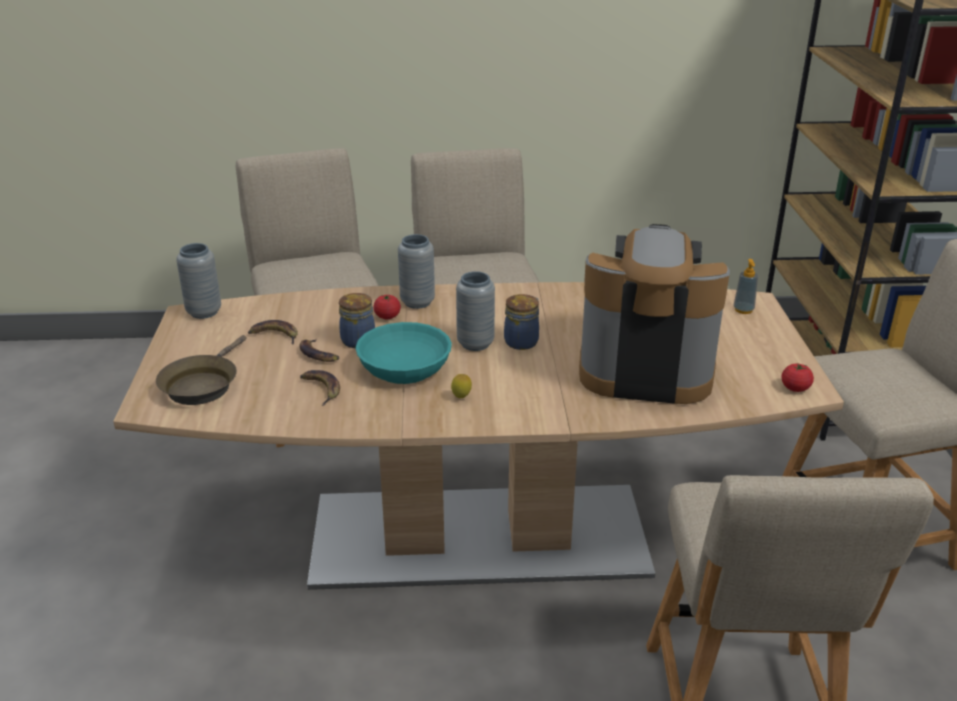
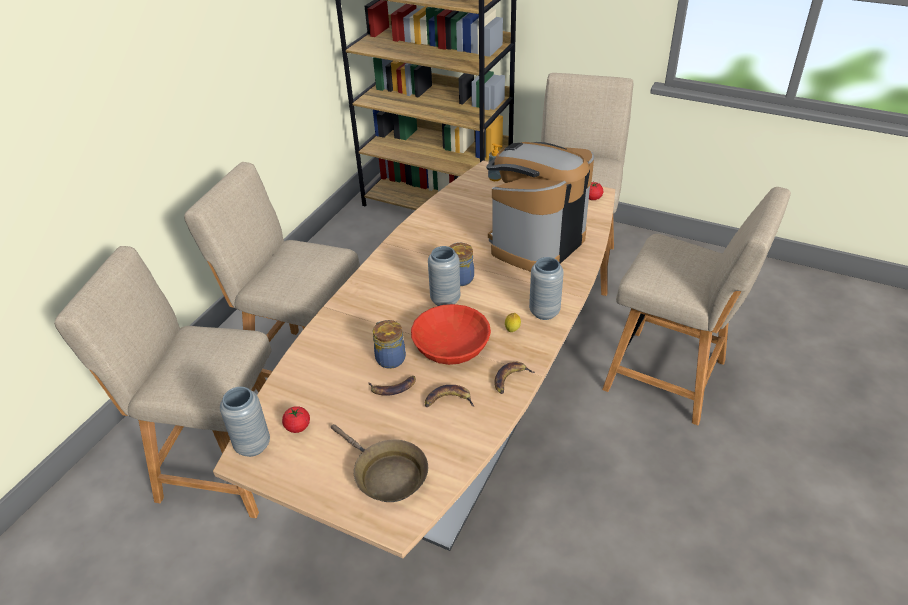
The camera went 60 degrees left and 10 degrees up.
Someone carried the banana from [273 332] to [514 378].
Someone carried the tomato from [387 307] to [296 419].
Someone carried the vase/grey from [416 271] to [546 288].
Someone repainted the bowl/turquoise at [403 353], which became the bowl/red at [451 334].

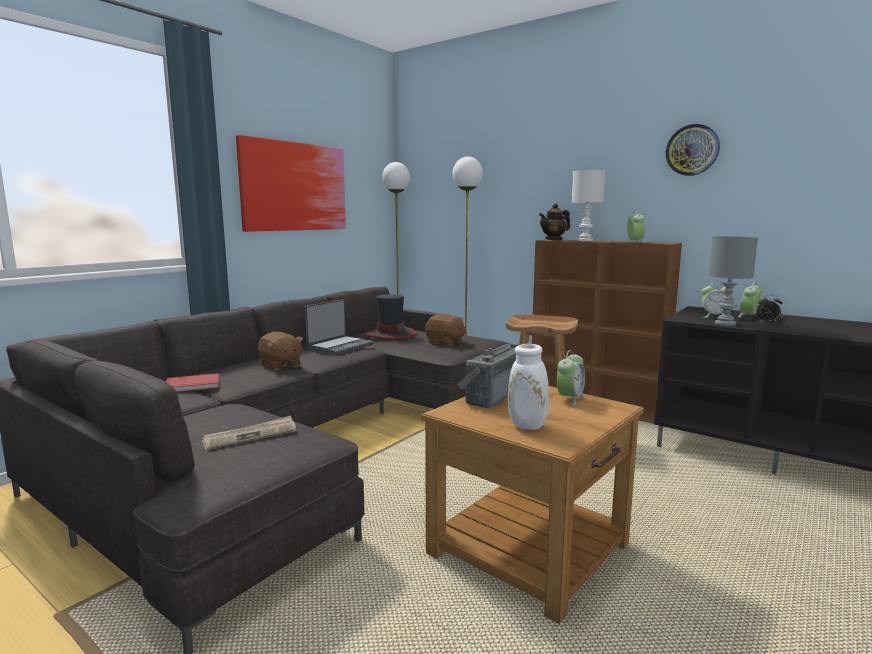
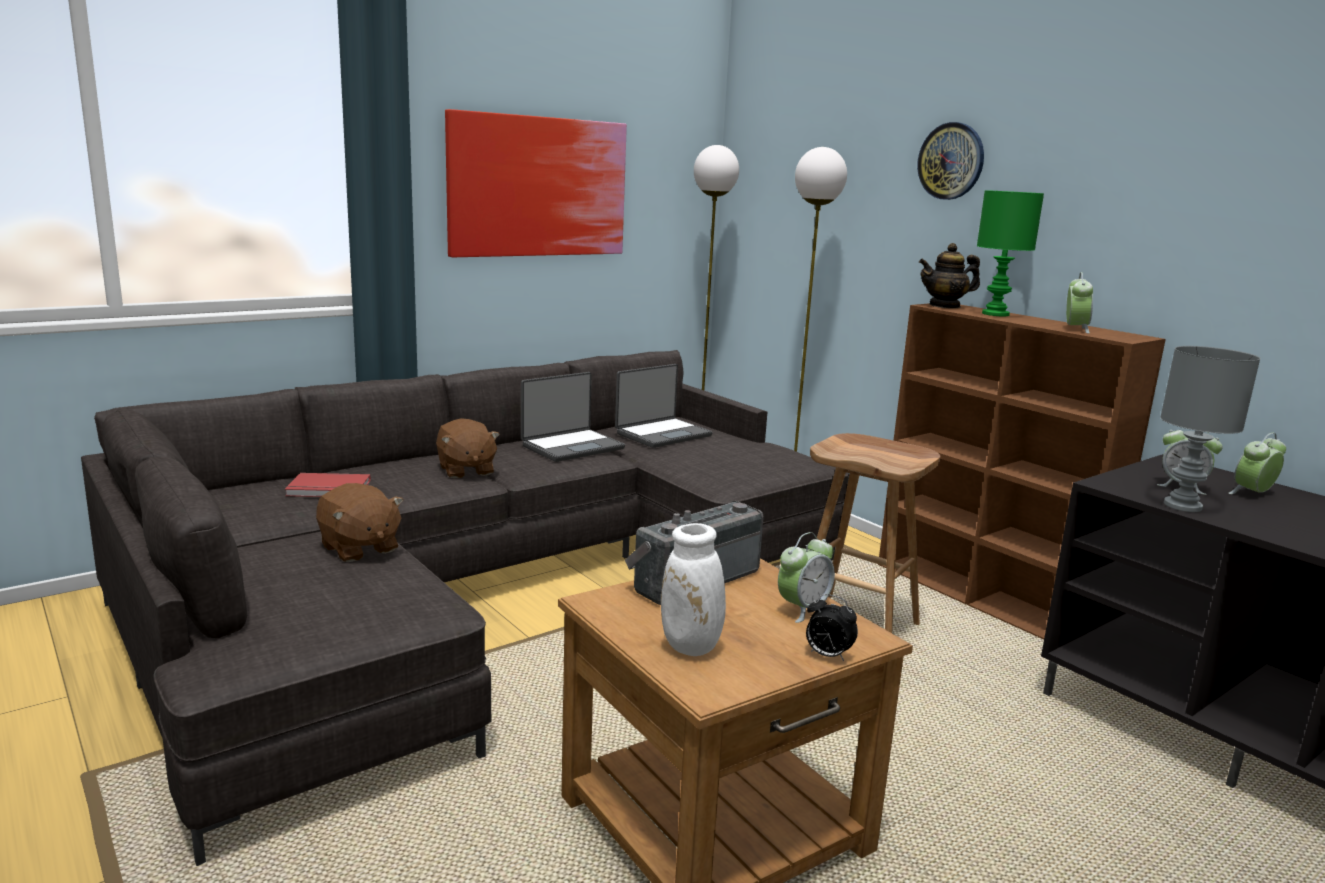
The camera went 15 degrees right and 5 degrees up.
Someone took away the newspaper at [249 432].
Someone carried the plush toy/brown from [445 330] to [359 522].
Someone carried the wall clock from [693 150] to [950 161].
Someone carried the alarm clock from [769 309] to [832 627].
Someone swapped the hat at [391 317] for the laptop at [664 406].
Someone repainted the table lamp/white at [588 205], which became the table lamp/green at [1010 253].

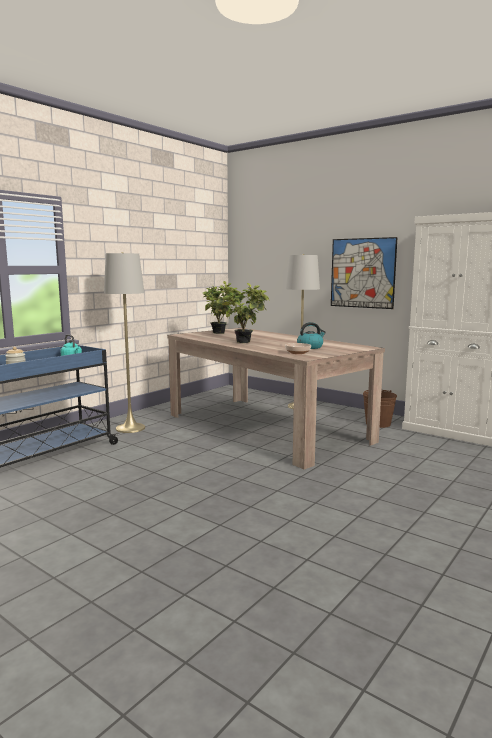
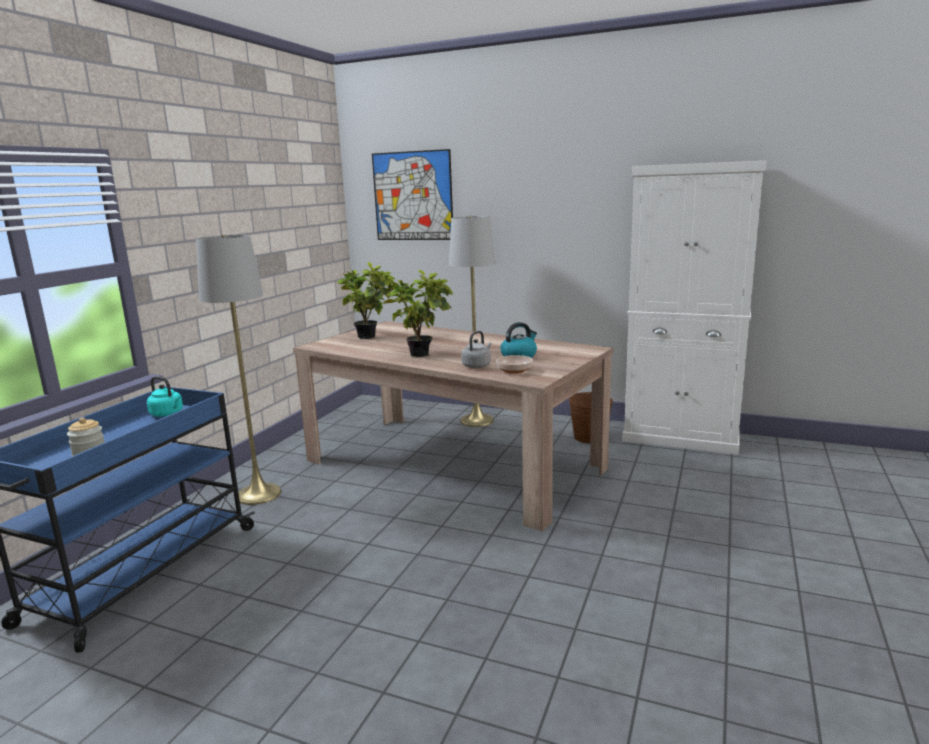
The camera went 15 degrees left and 5 degrees up.
Someone put down the kettle/grey at [476 349].
Someone carried the picture from [364 273] to [412 194].

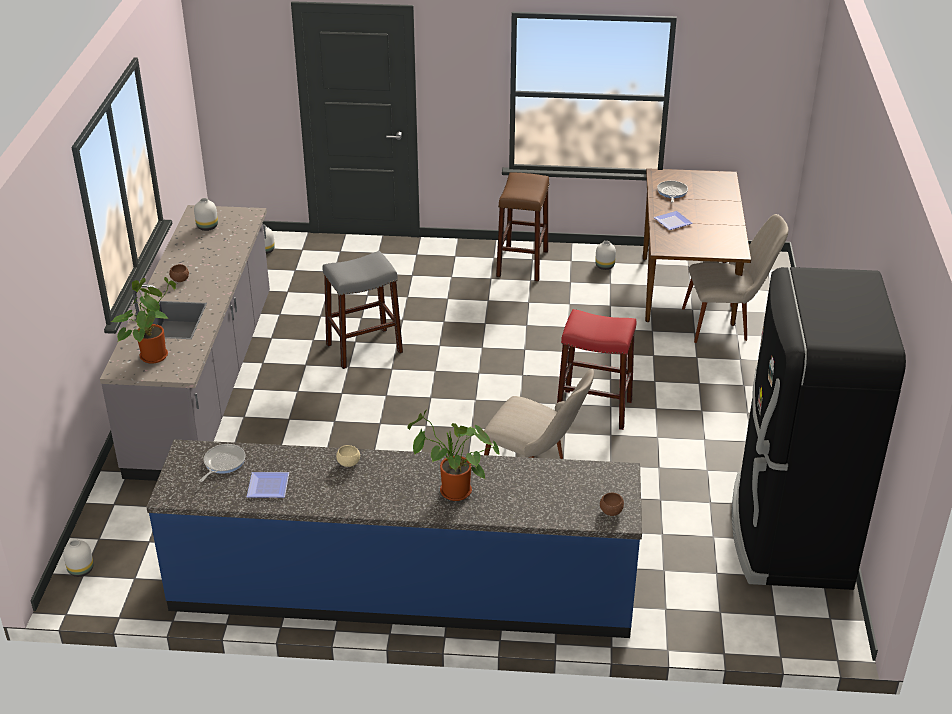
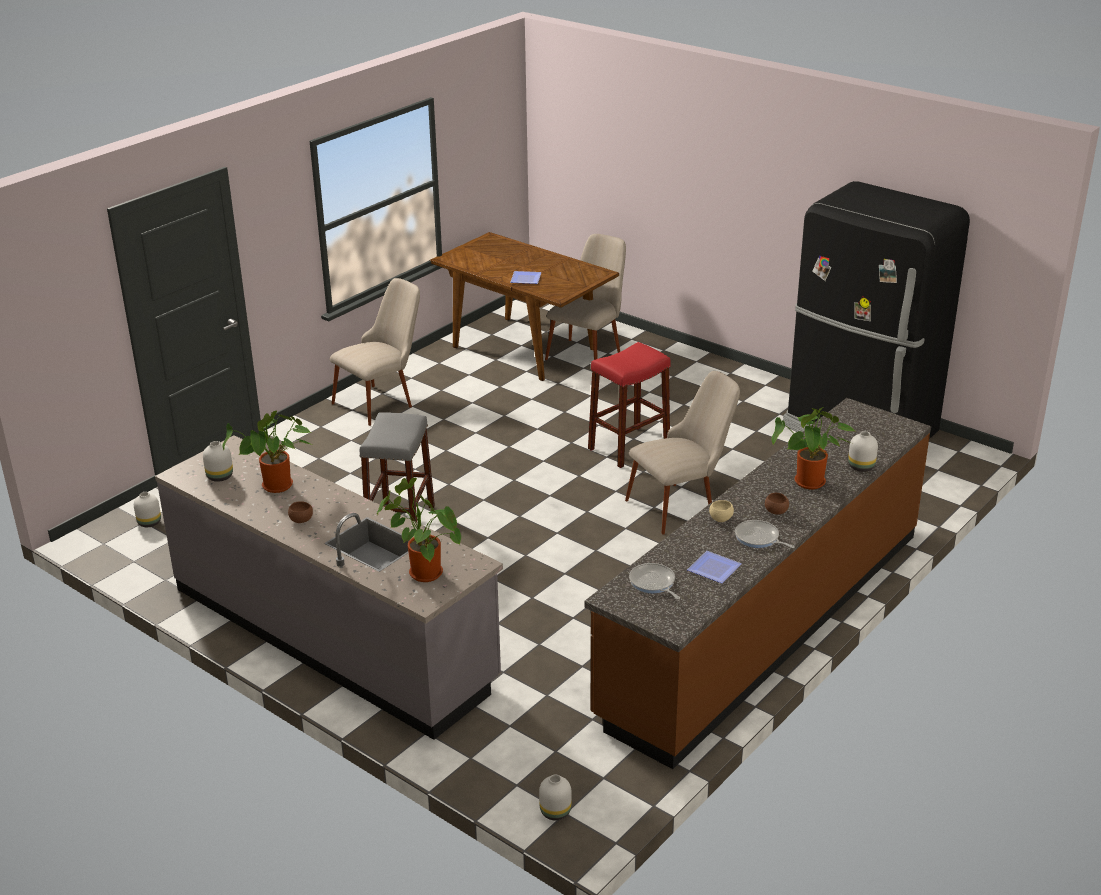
The camera went 55 degrees left and 5 degrees down.
Someone put down the potted plant at [267 452].
Someone carried the vase/white from [605 255] to [863 451].
Someone carried the bowl/brown from [612 504] to [777 504].
Someone carried the frying pan from [672 192] to [765 534].
Someone swapped the stool/brown at [522 226] for the chair/beige at [375 352].
Someone repainted the counter/blue at [394 538], which became the counter/brown at [757 583].

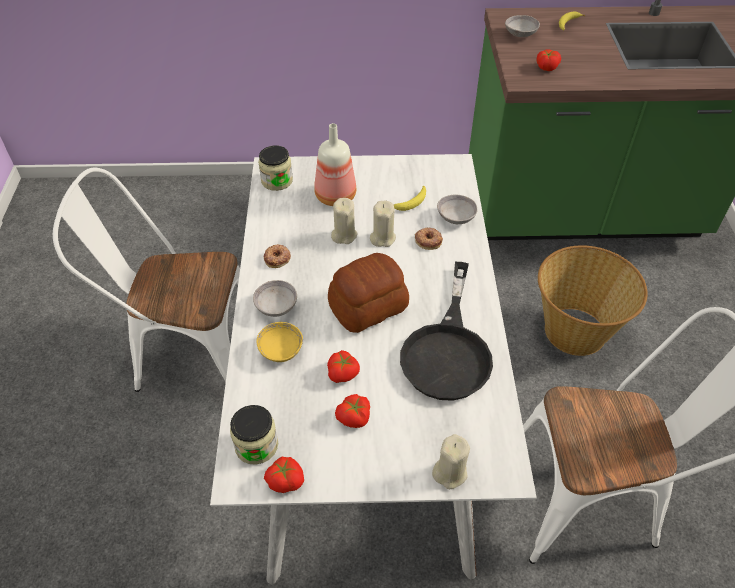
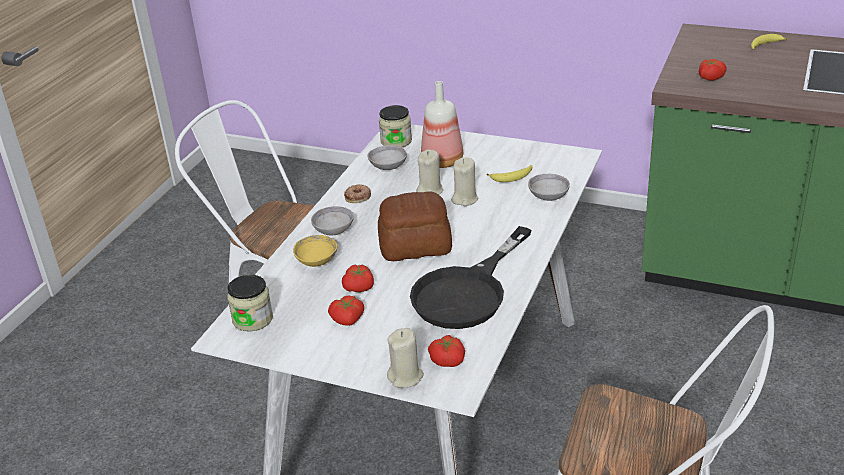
The camera went 25 degrees right and 15 degrees down.
Someone took away the donut at [429 239].
Someone took away the basket at [593 300].
Someone carried the tomato from [284 475] to [446 351].
Someone carried the bowl/grey from [522 26] to [387 157].

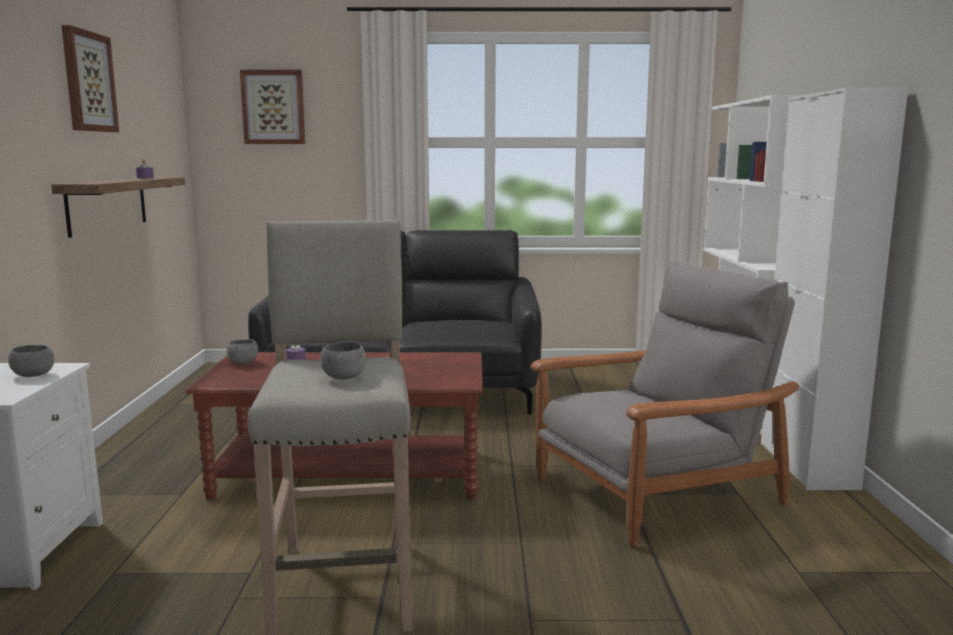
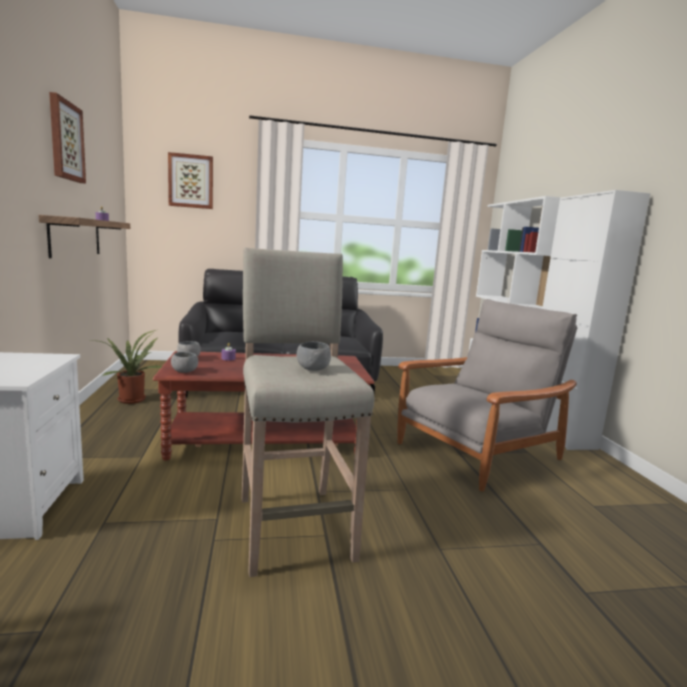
The camera went 10 degrees left and 0 degrees up.
Someone put down the potted plant at [126 367].
Someone carried the bowl/grey from [31 361] to [184 362].

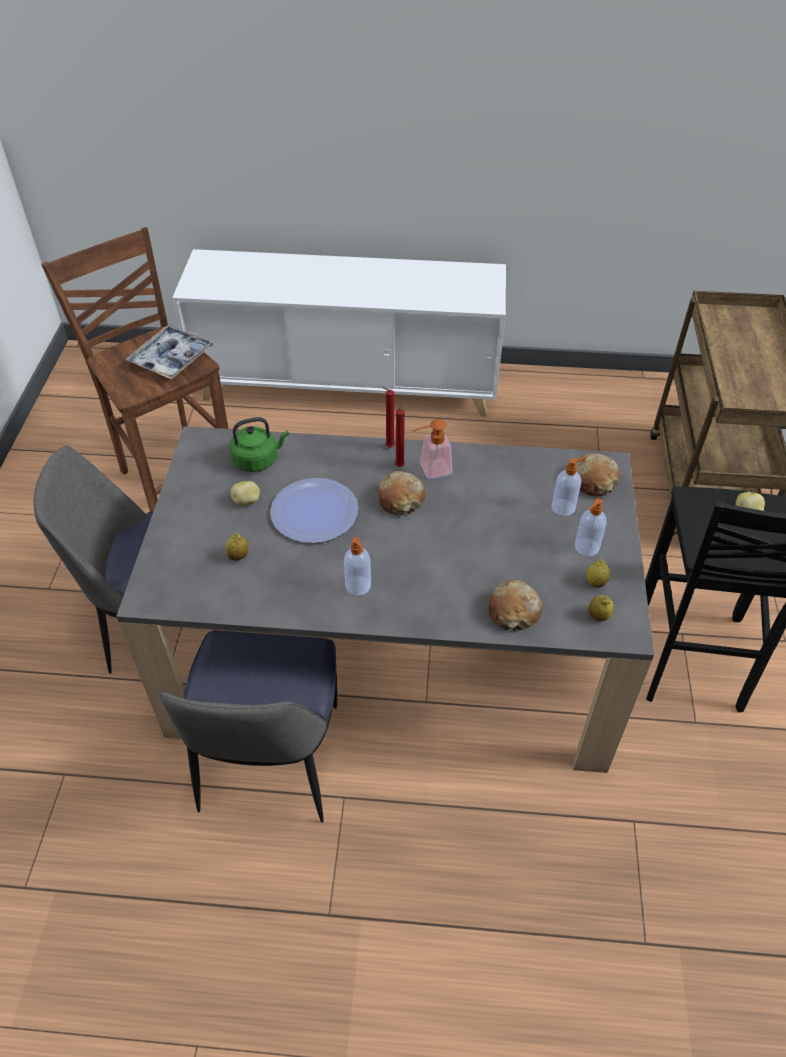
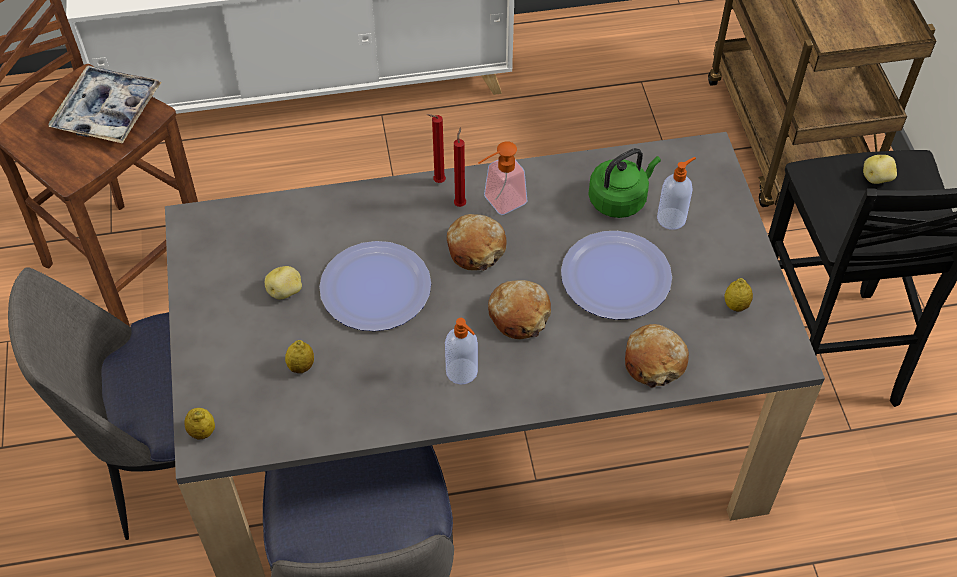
The camera went 15 degrees left and 5 degrees up.
Someone took away the soap dispenser at [590 527].
Someone put down the plate at [616 275].
Someone carried the kettle/green from [259 444] to [624 183].
Someone carried the bread from [598 474] to [519 310].
Someone carried the lemon from [600 608] to [199 423].

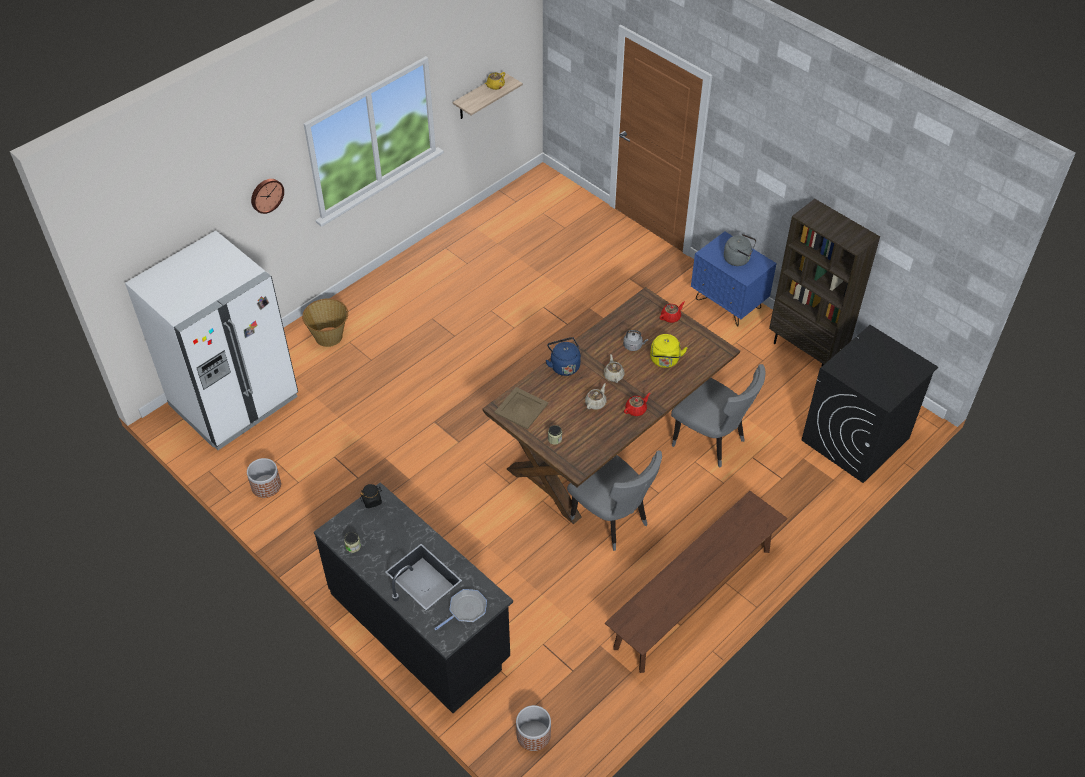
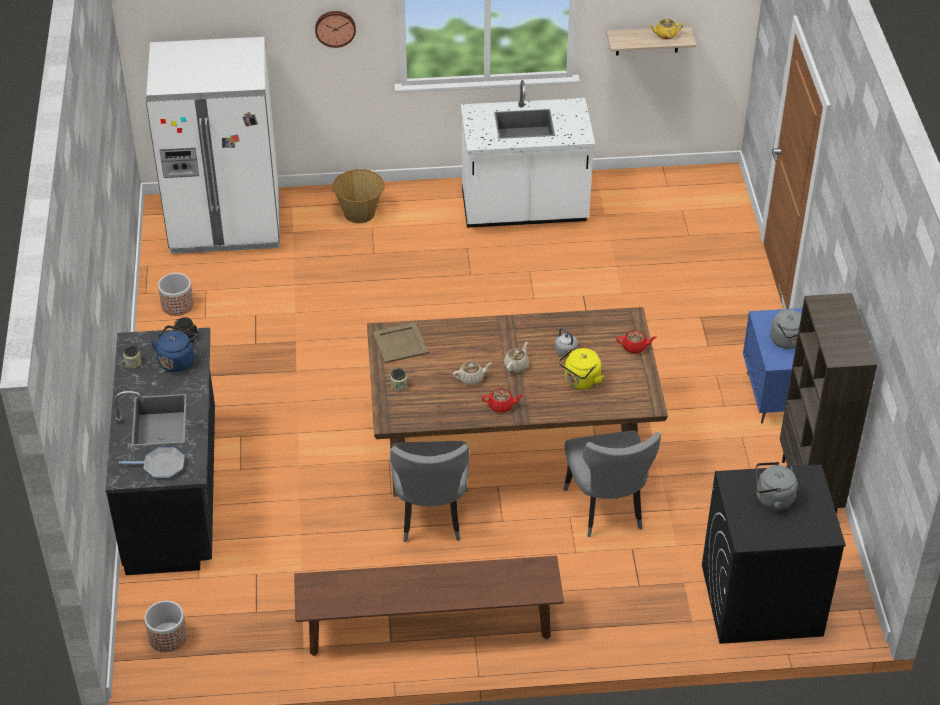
The camera went 40 degrees right and 5 degrees down.
Someone put down the counter/white at [528 154].
Someone put down the kettle/grey at [777 486].
Someone carried the kettle/blue from [563 356] to [173 349].

